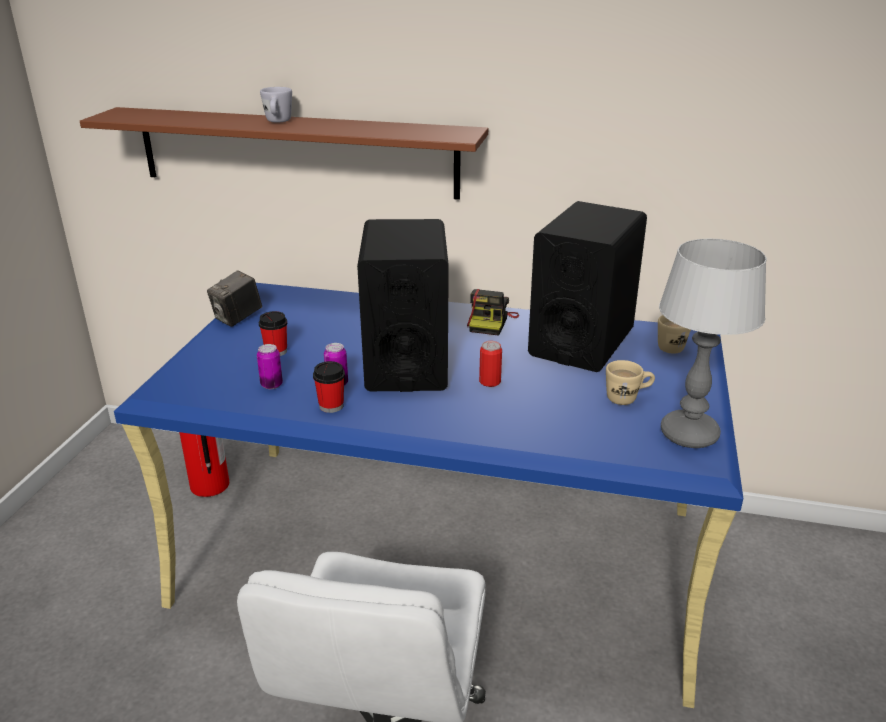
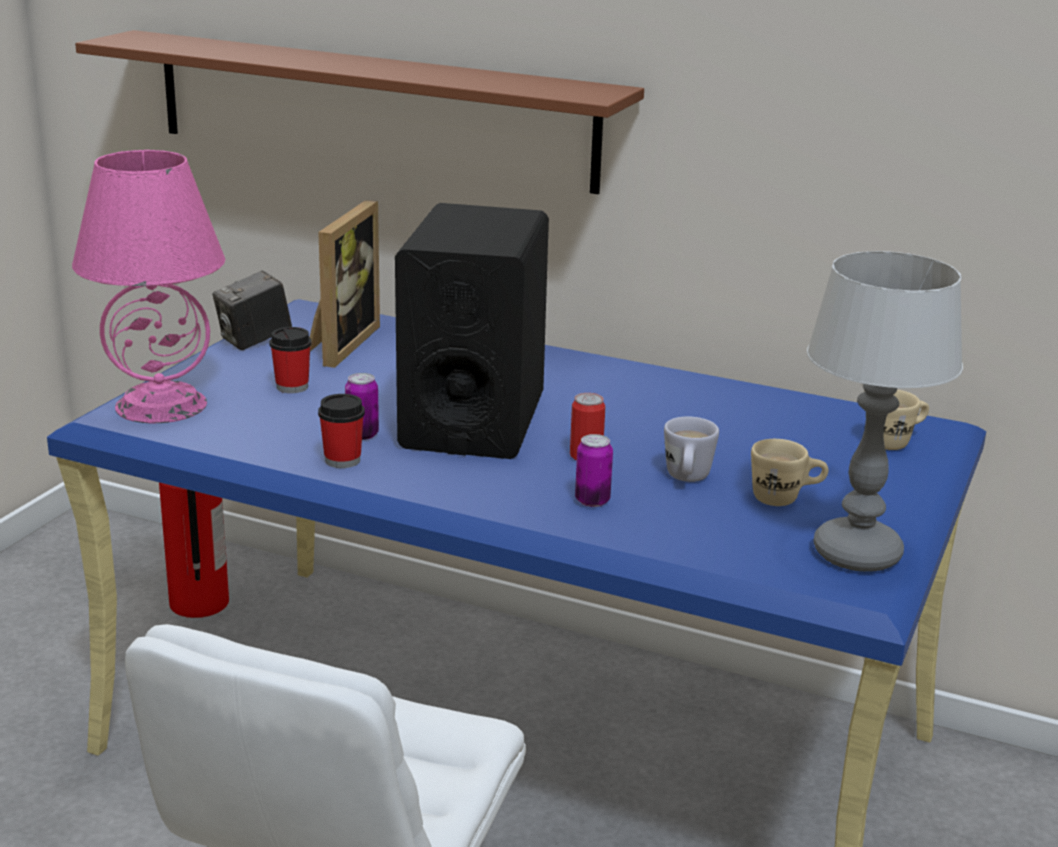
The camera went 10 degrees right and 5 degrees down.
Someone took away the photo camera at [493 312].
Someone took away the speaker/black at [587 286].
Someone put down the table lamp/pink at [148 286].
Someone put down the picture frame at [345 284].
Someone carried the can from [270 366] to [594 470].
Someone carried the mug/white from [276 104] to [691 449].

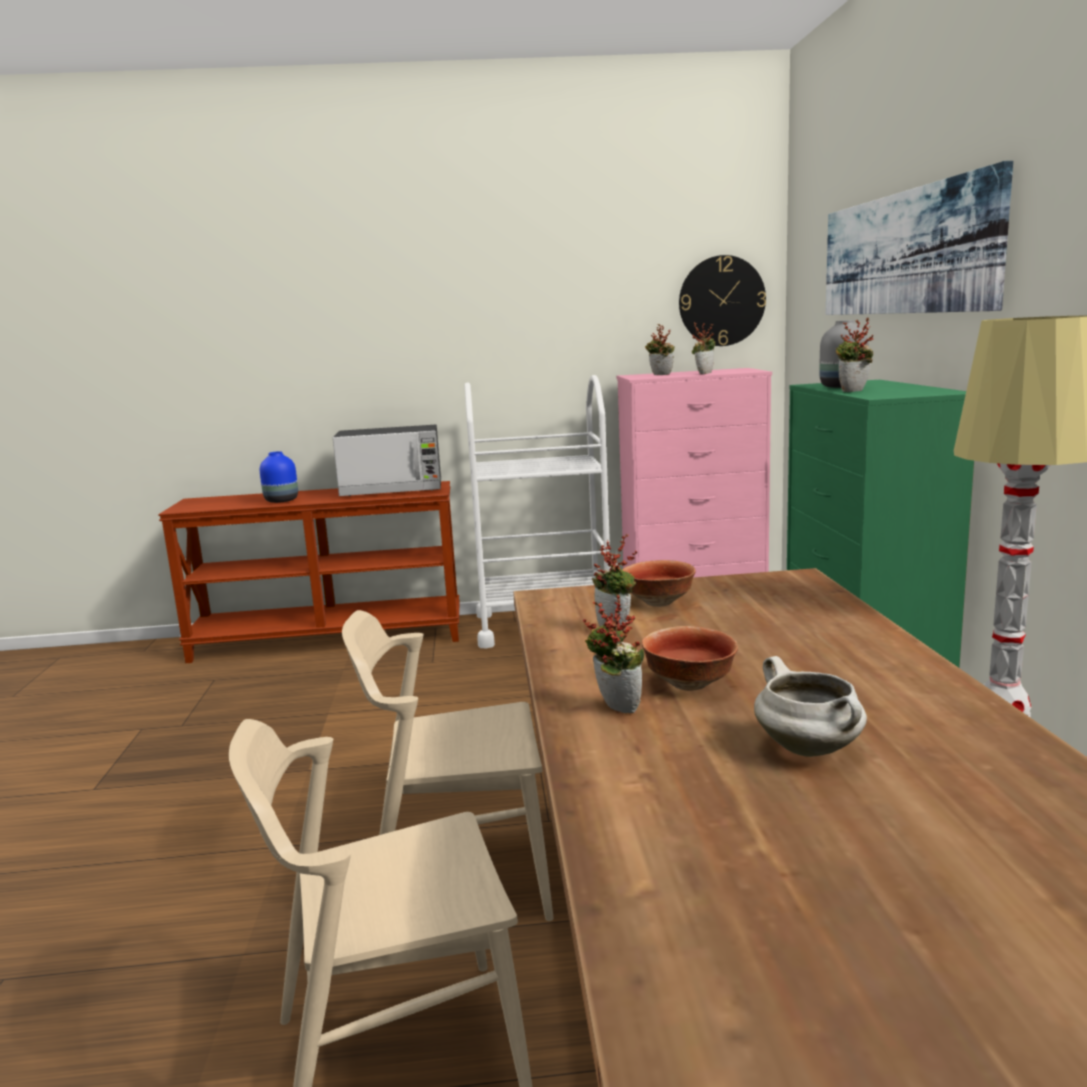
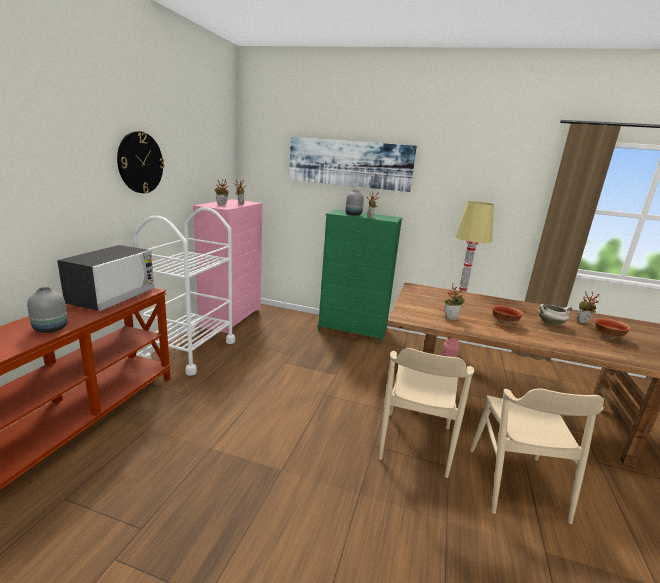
The camera went 70 degrees left and 5 degrees up.
Someone carried the potted plant from [613 654] to [588 307].
Someone carried the bowl from [659 583] to [613 328].
Someone carried the wall clock from [722 300] to [141 162].
Someone repainted the vase/blue at [279 477], which became the vase/grey at [47 310].

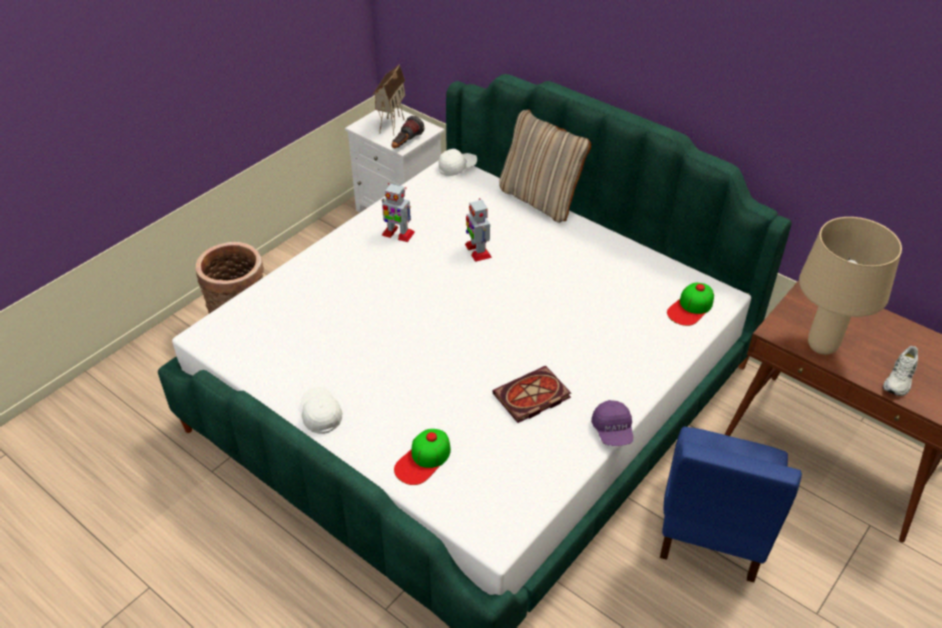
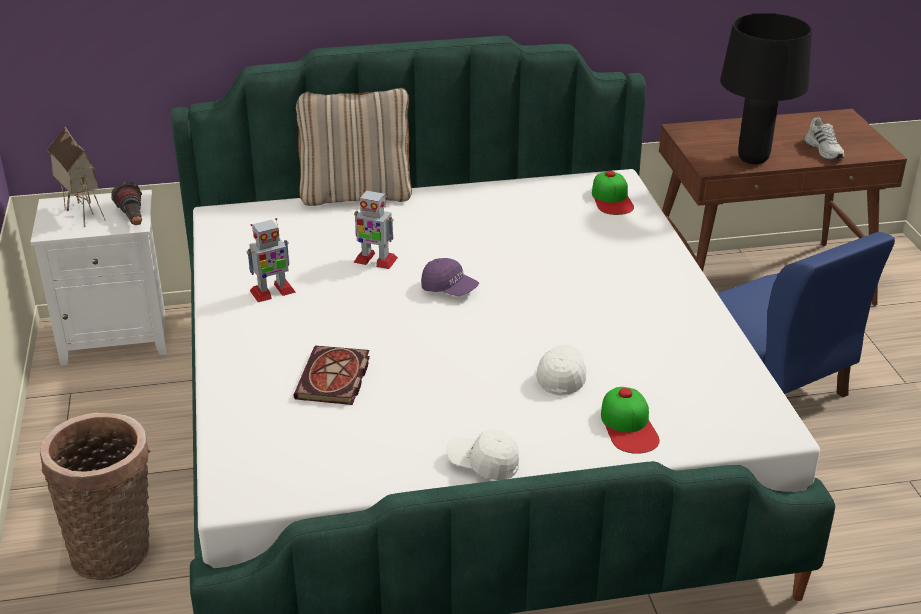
The camera went 50 degrees left and 10 degrees down.
Someone carried the cap/white from [458 162] to [561 370].
Someone carried the book from [531 394] to [332 375].
Someone carried the cap/purple from [612 423] to [450 277].
Someone repainted the table lamp/beige at [850 286], which became the table lamp/black at [766 88].

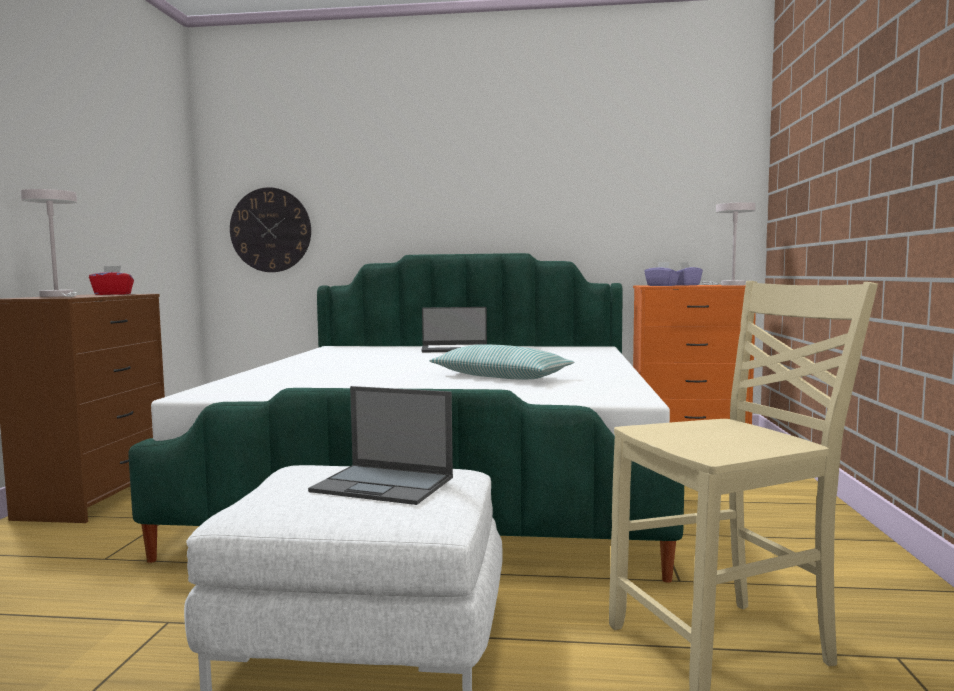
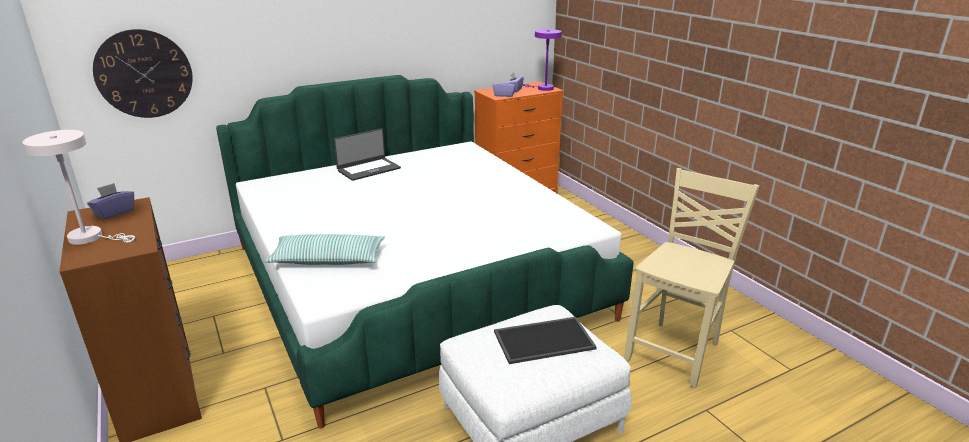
The camera went 35 degrees left and 20 degrees up.
Someone carried the pillow from [502 362] to [325 249].
Someone swapped the laptop at [380 445] for the tray at [545 340].
Someone repainted the tissue box/red at [111 280], which became the tissue box/purple at [110 201].
Someone repainted the table lamp/white at [729 244], which became the table lamp/purple at [542 60].

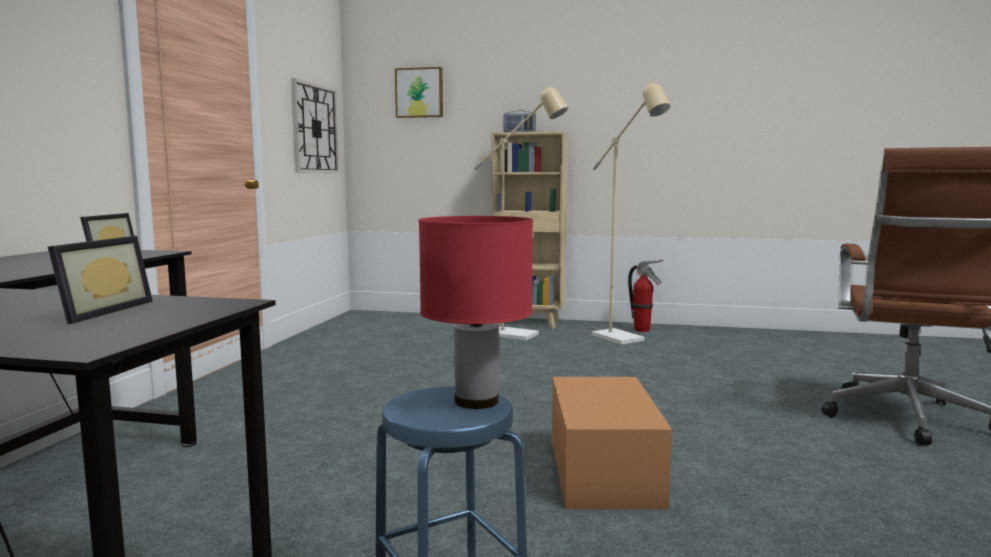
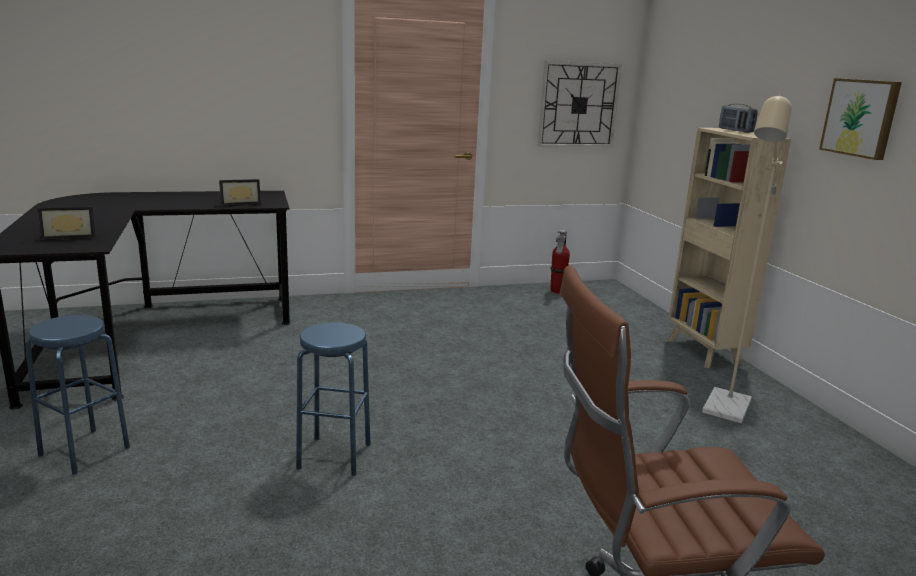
The camera went 60 degrees right and 10 degrees up.
Someone took away the table lamp/red at [475 312].
Someone took away the floor lamp/beige at [521 213].
Someone carried the picture from [419 92] to [860 119].
Someone carried the fire extinguisher from [645 296] to [560 261].
Someone swapped the cardboard box at [612 443] for the stool/blue at [333 399].

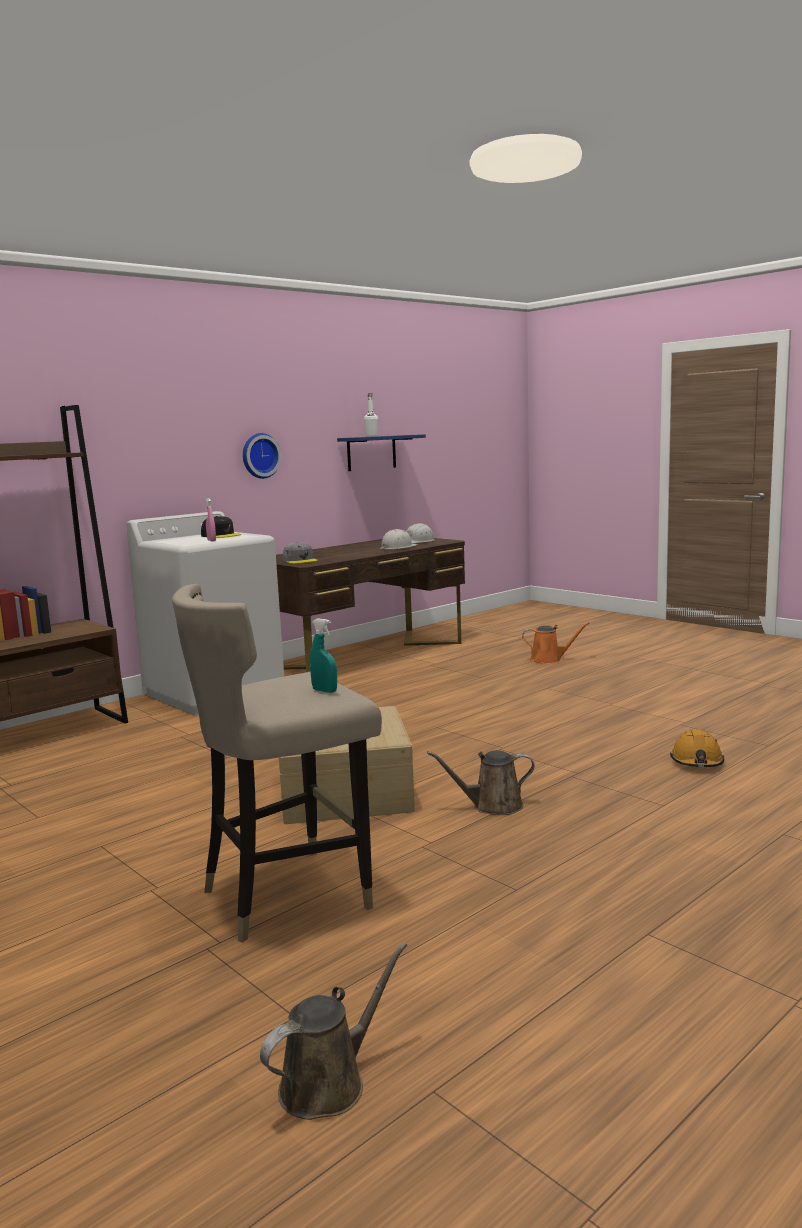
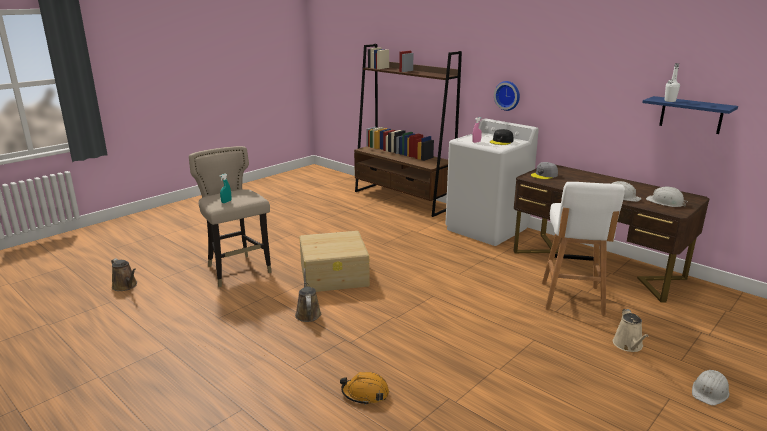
The camera went 85 degrees right and 10 degrees up.
Someone put down the stool/white at [583 248].
Someone put down the hard hat/white at [710 388].
Someone carried the wall clock from [262 456] to [507 96].
Someone repainted the watering can/orange at [556 643], which became the watering can/beige at [631 330].

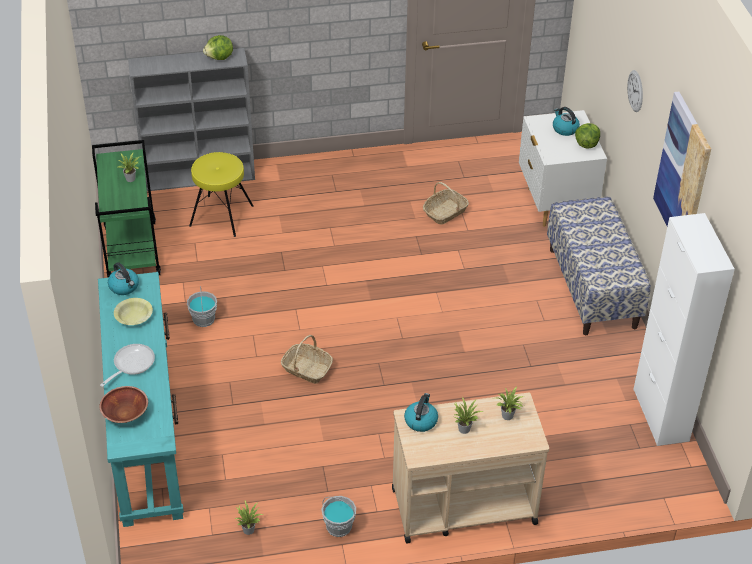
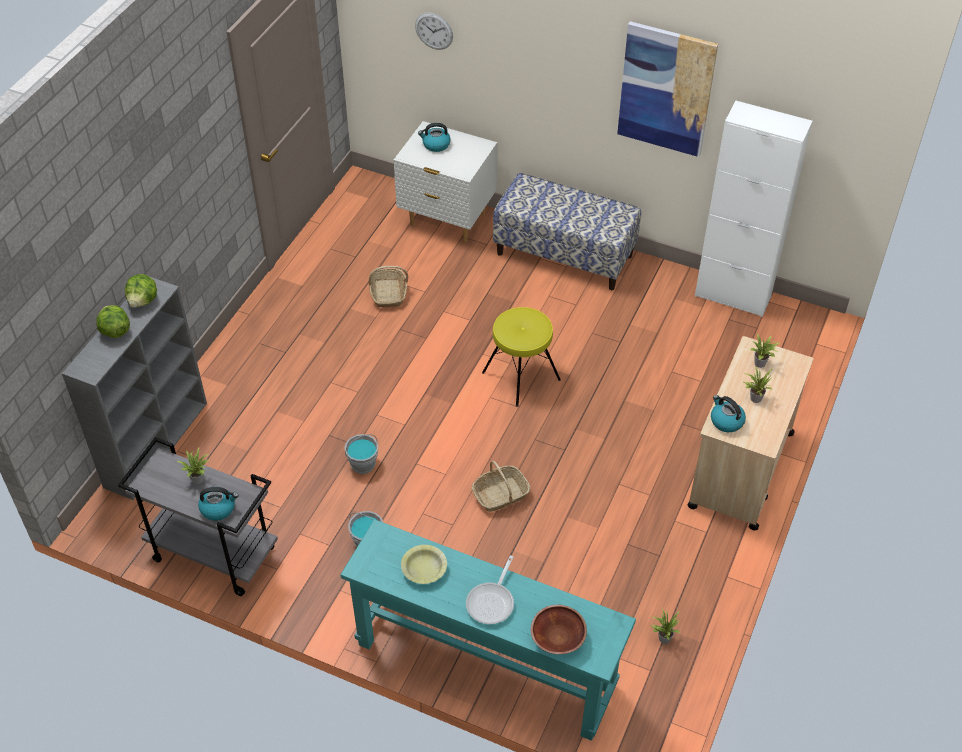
The camera went 55 degrees left and 5 degrees up.
Someone carried the kettle from [123 278] to [218 504].
Someone carried the stool/yellow from [221 194] to [521 357].
Someone carried the bucket/grey from [338 516] to [361 454].
Someone carried the lettuce from [587 136] to [113 321].
Someone carried the wall clock from [635 91] to [434 31].
Someone repainted the cart/green at [126 209], which became the cart/grey at [198 516].
Someone rotated the frying pan at [127 365] by 135 degrees counterclockwise.

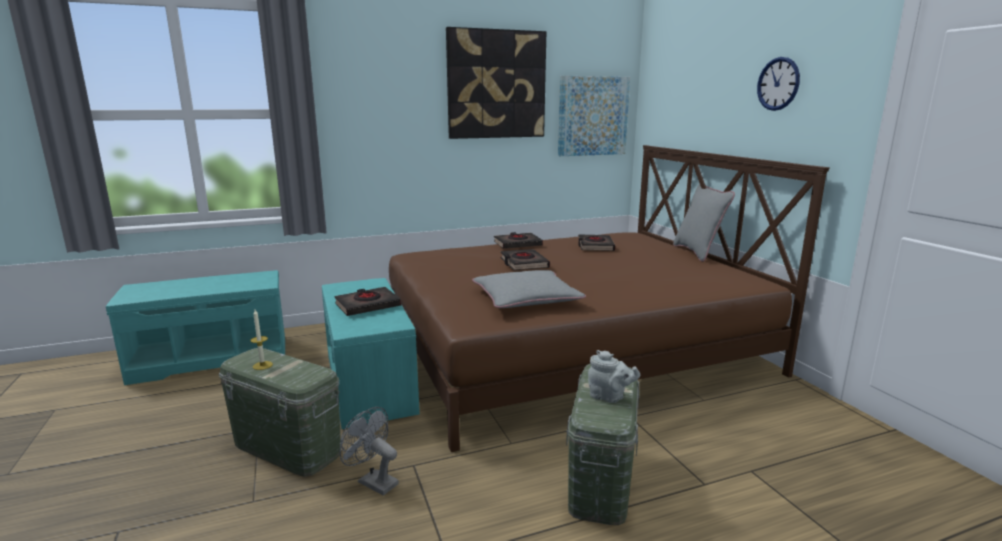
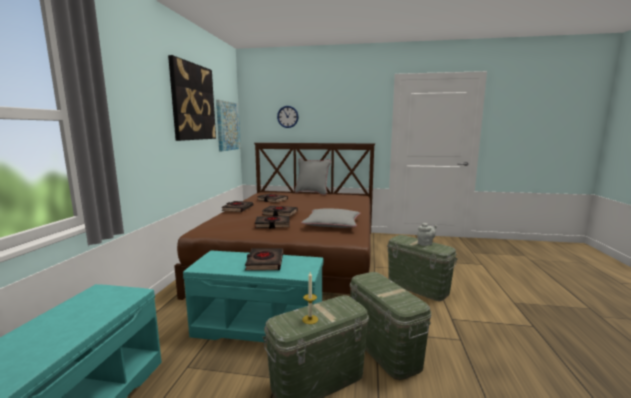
The camera went 60 degrees left and 5 degrees down.
Someone put down the book/black at [272 222].
Someone carried the wall clock from [778 84] to [288 117].
Someone swapped the fan/grey at [369 451] for the storage box/green at [390 326].

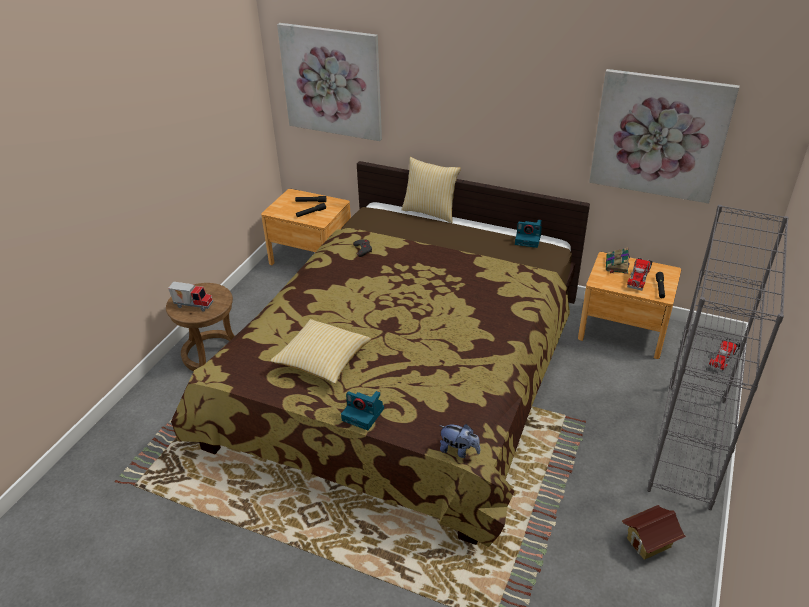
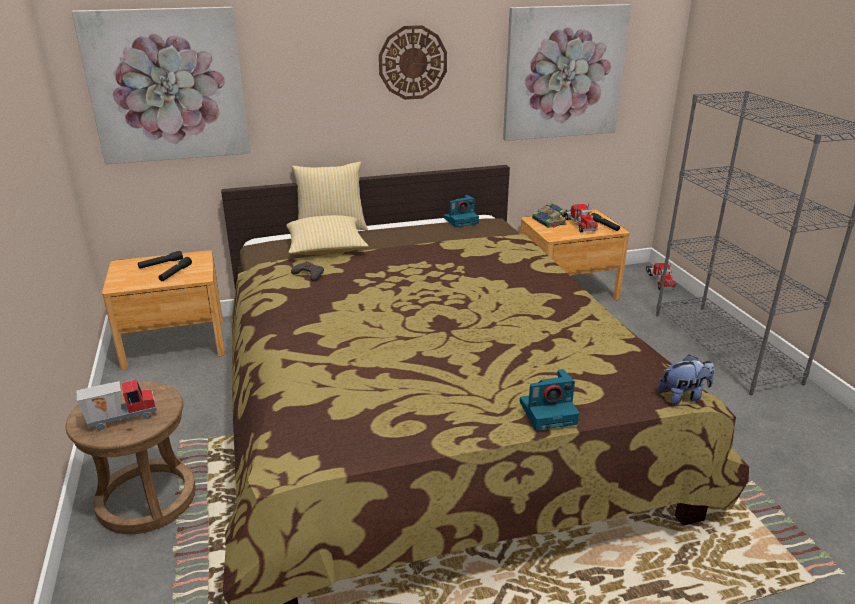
The camera went 40 degrees left and 10 degrees down.
Someone took away the toy house at [654 532].
Someone put up the wall clock at [413 62].
Someone carried the pillow from [320 351] to [327 235].

